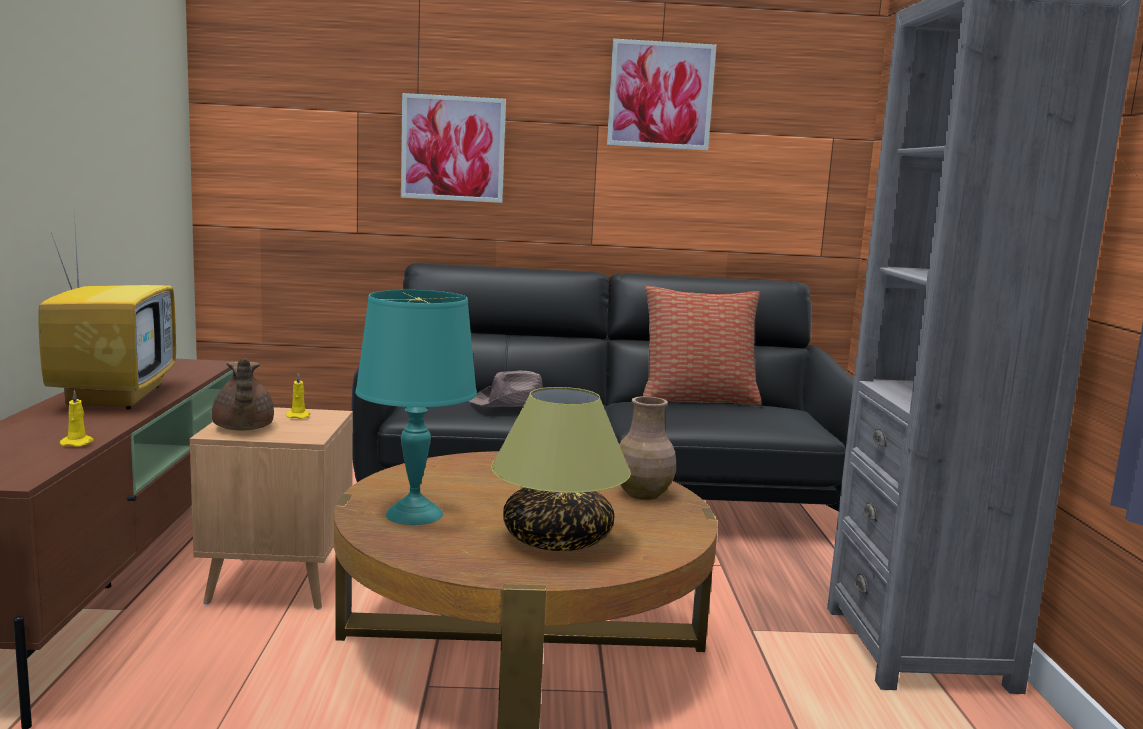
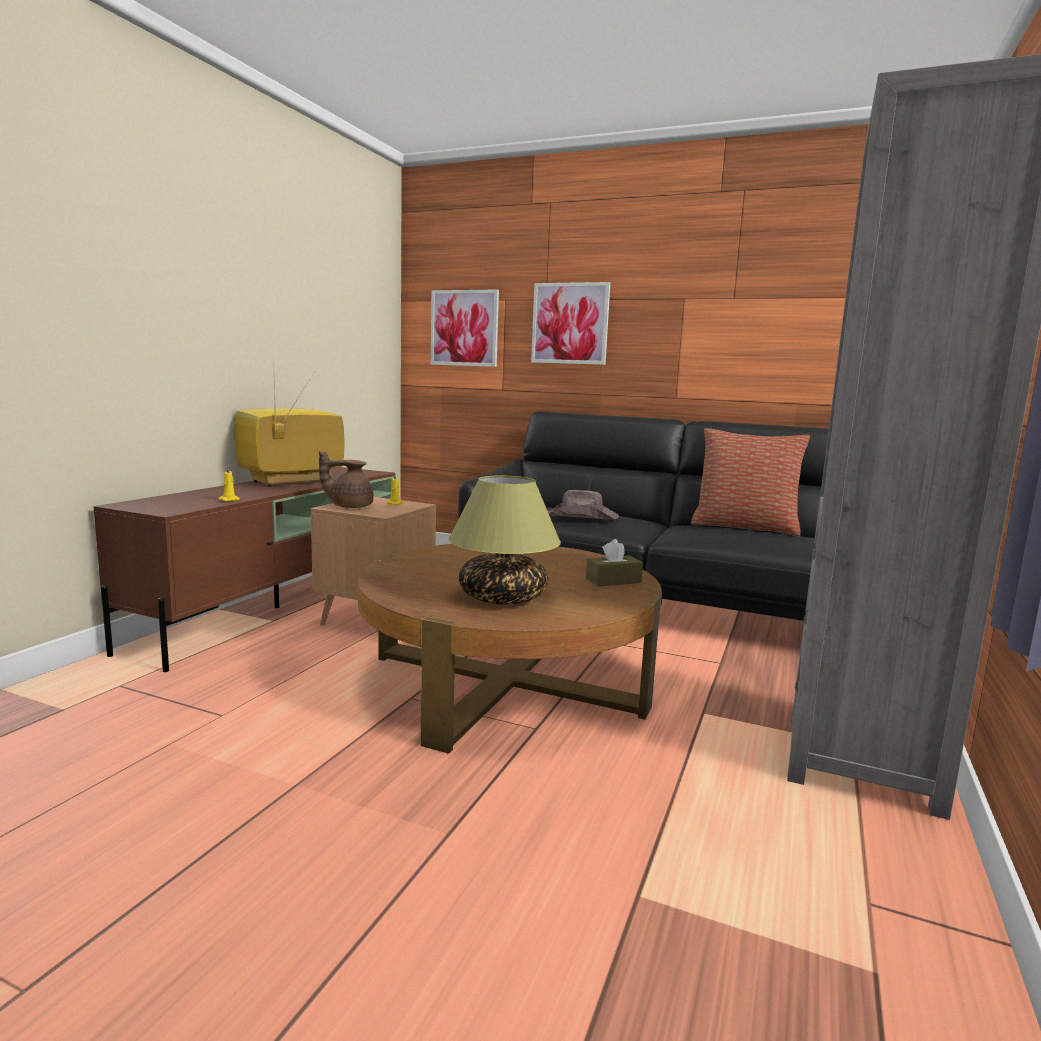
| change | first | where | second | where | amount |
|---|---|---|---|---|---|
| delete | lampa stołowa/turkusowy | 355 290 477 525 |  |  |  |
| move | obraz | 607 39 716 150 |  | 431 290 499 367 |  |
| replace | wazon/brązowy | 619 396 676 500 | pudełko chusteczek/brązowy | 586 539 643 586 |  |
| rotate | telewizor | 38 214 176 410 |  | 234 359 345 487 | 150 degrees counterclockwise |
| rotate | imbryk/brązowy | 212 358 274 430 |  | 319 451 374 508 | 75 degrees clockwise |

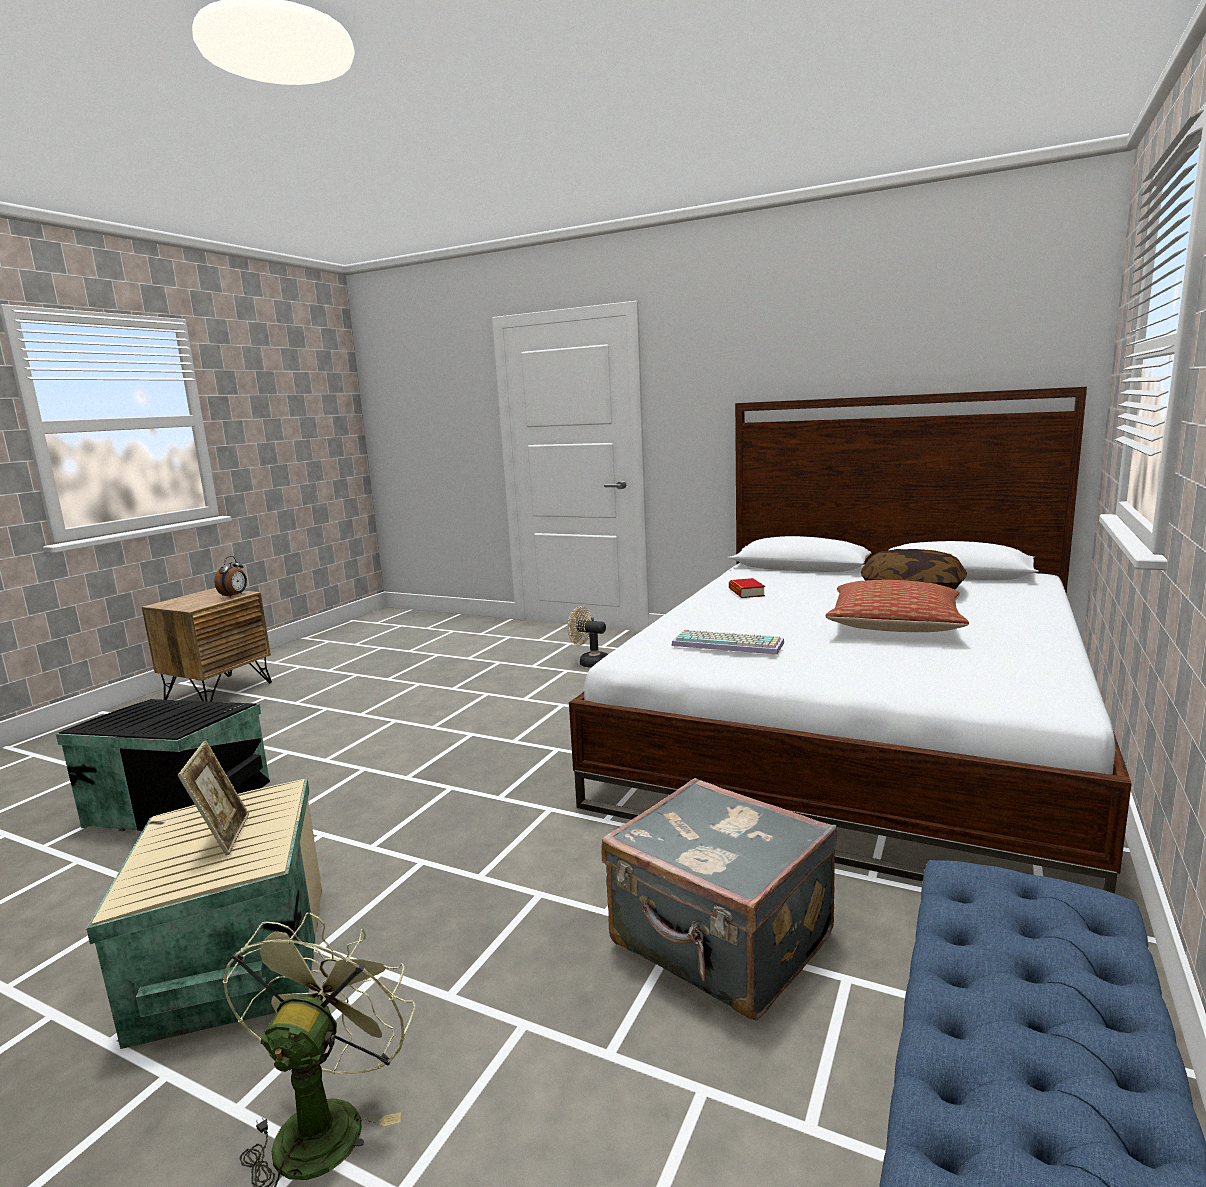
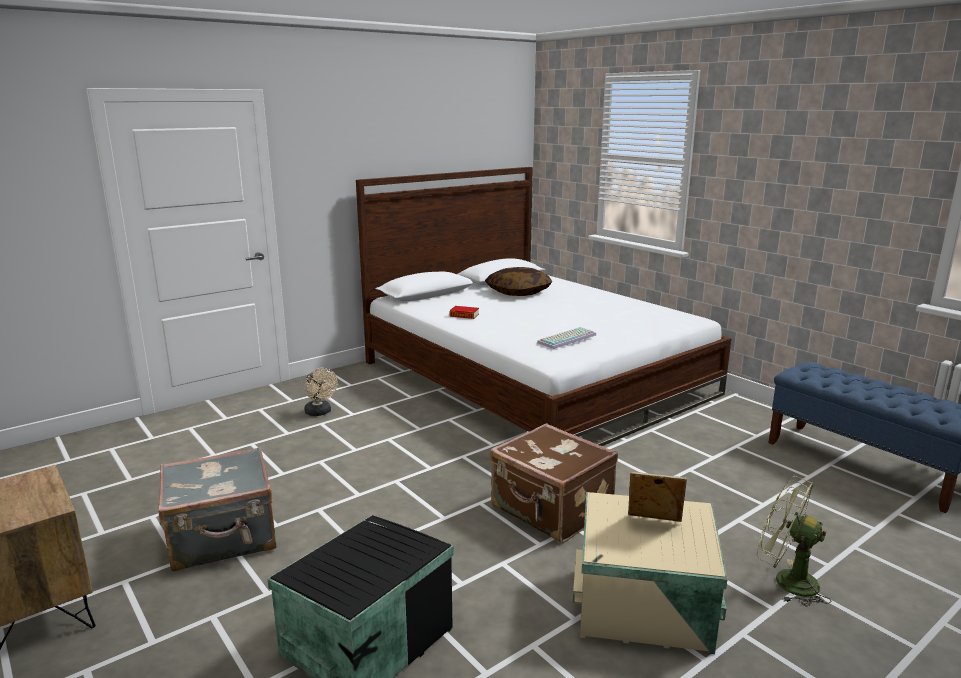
| change | first | where | second | where | amount |
|---|---|---|---|---|---|
| delete | budzik | 214 556 247 598 |  |  |  |
| delete | poduszka | 825 580 969 632 |  |  |  |
| insert |  |  | walizka/brązowy | 490 423 618 543 |  |
| move | walizka/szary | 601 778 838 1020 |  | 158 447 277 572 |  |
| rotate | wentylator/beżowy | 568 606 608 668 |  | 304 368 338 416 | 90 degrees counterclockwise |

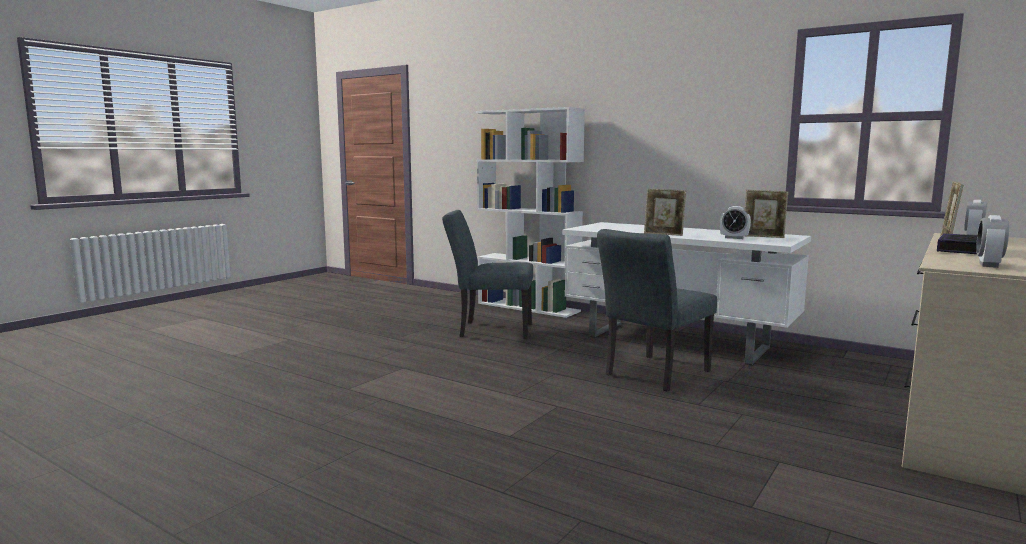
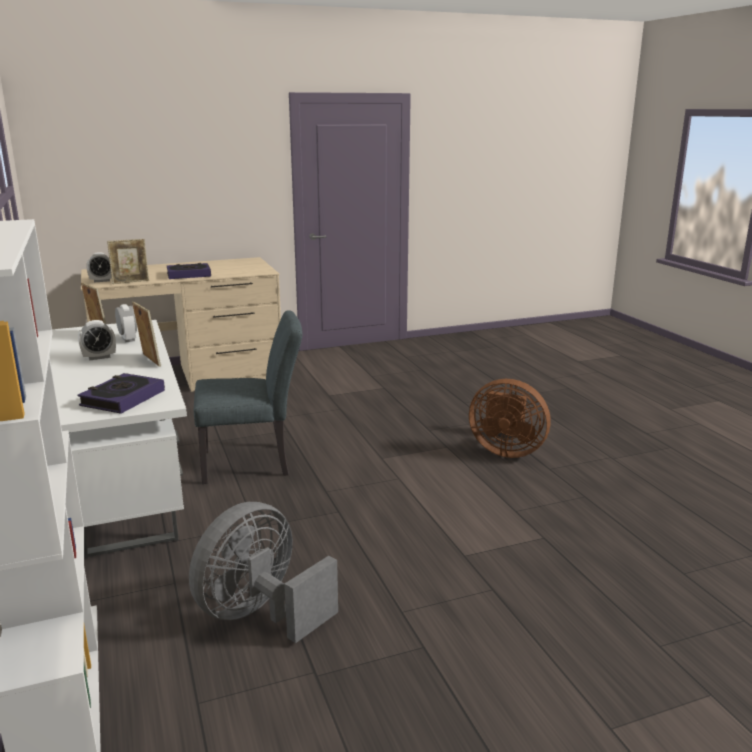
| change | first | where | second | where | amount |
|---|---|---|---|---|---|
| insert |  |  | książka | 78 373 165 414 |  |
| insert |  |  | wentylator/brązowy | 469 379 551 458 |  |
| move | budzik | 976 215 1009 268 |  | 78 320 116 361 |  |
| replace | krzesło/szary | 442 210 533 339 | wentylator/szary | 189 502 338 643 |  |

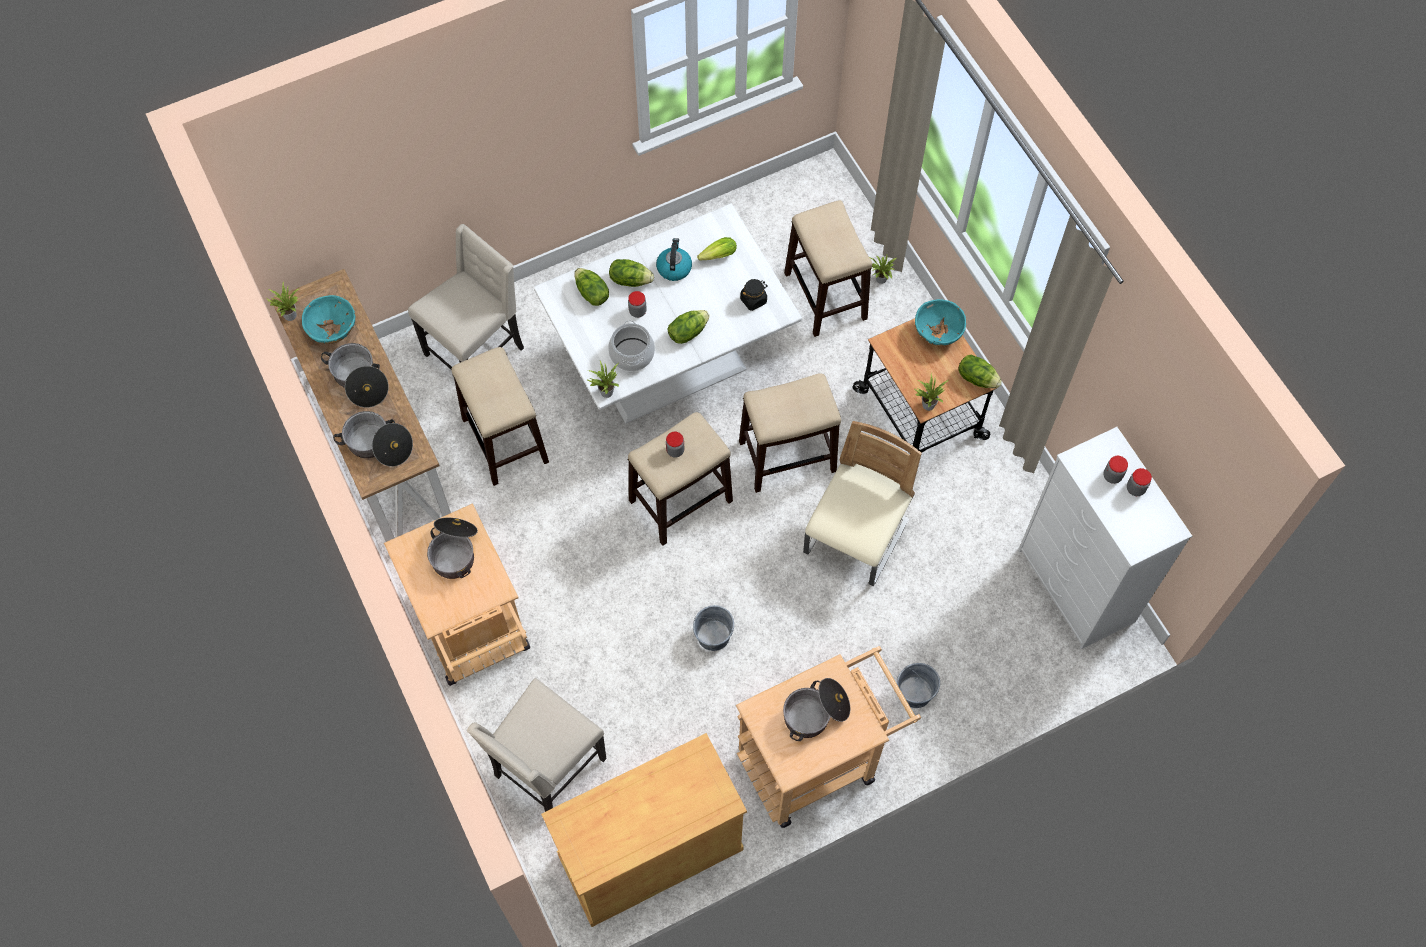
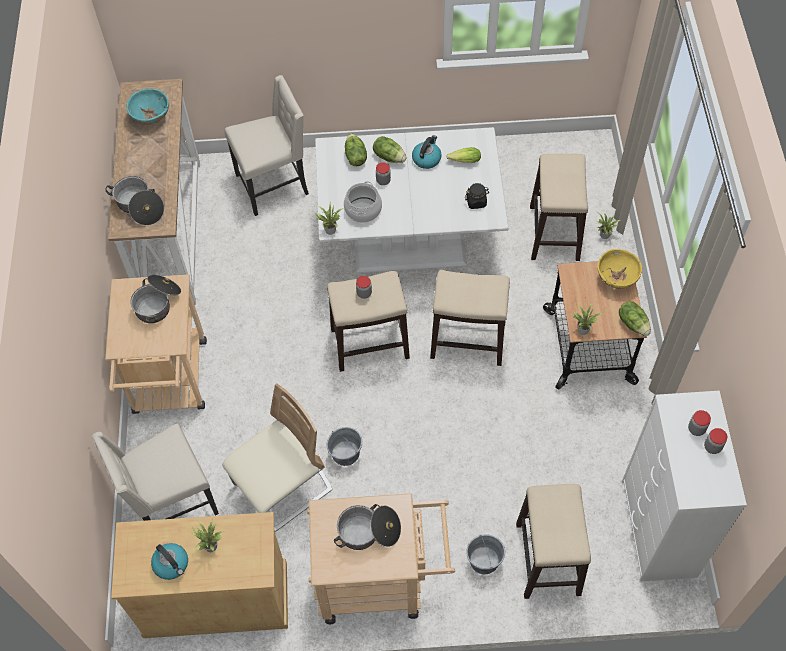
| change | first | where | second | where | amount |
|---|---|---|---|---|---|
| delete | garnek | 321 343 389 408 |  |  |  |
| delete | sałata | 668 310 710 344 |  |  |  |
| insert |  |  | czajnik | 151 543 188 580 |  |
| move | roślina doniczkowa | 266 282 300 321 |  | 192 519 225 552 |  |
| move | stołek | 451 347 549 486 |  | 516 484 591 599 |  |
| move | krzesło/beżowy | 803 421 922 586 |  | 222 383 333 532 |  |
| recolor | miska/turkusowy | 915 299 966 346 | miska/żółty | 597 249 642 288 |  |

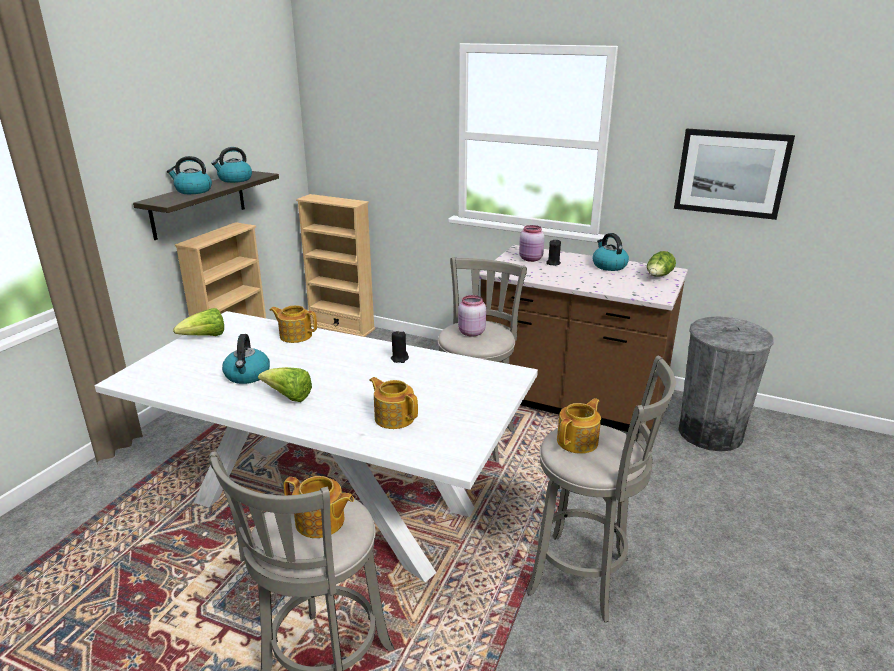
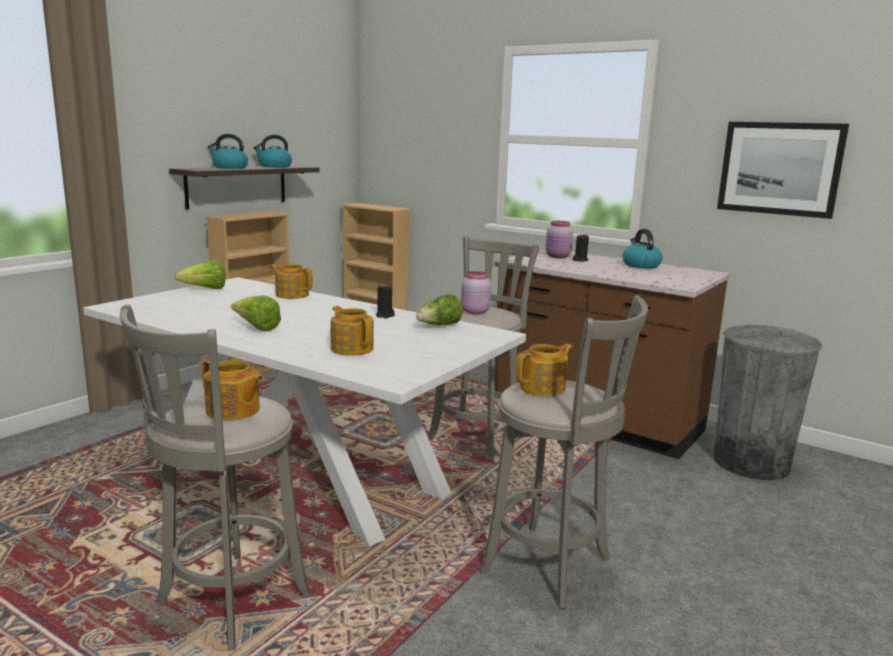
| change | first | where | second | where | amount |
|---|---|---|---|---|---|
| delete | czajnik | 222 334 270 384 |  |  |  |
| move | sałata | 647 251 676 276 |  | 416 294 463 325 |  |

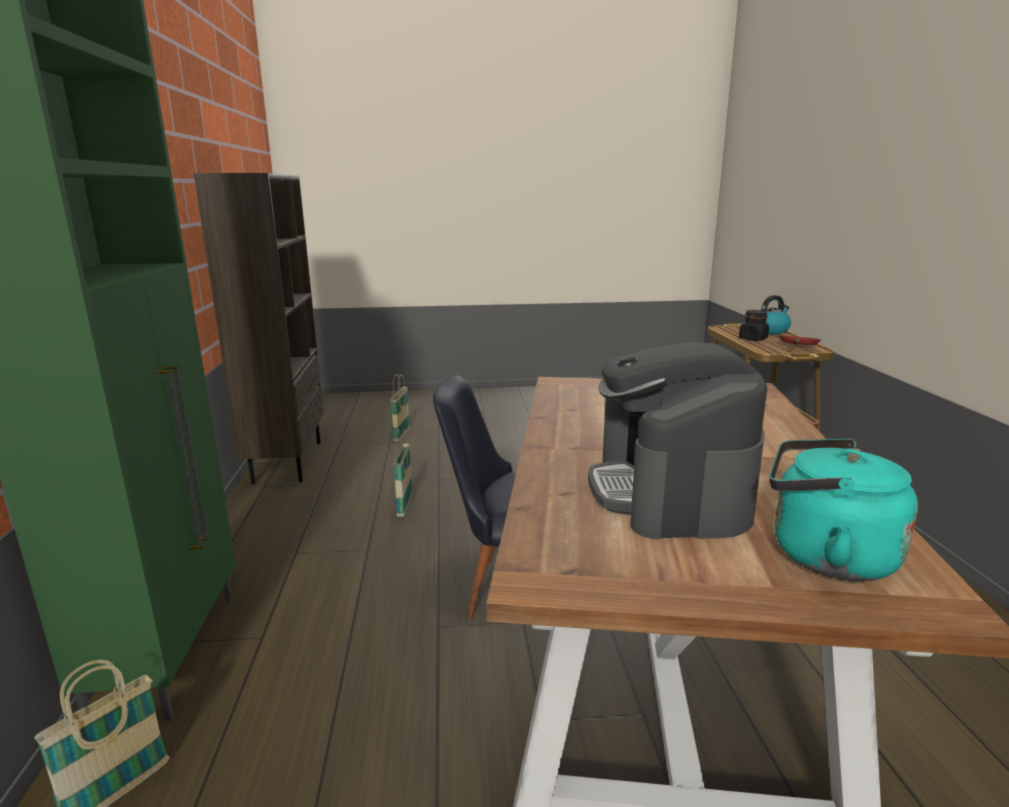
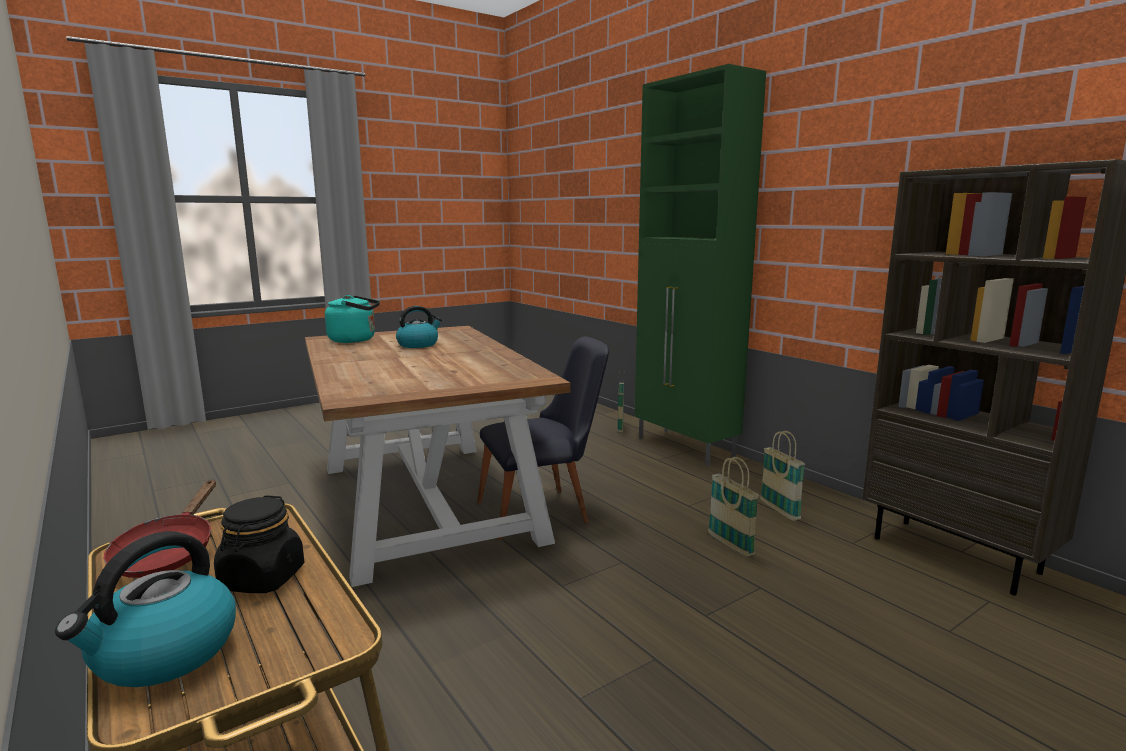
| change | first | where | second | where | amount |
|---|---|---|---|---|---|
| move | koszyk | 390 374 410 441 |  | 760 431 805 521 |  |
| replace | ekspres do kawy | 588 342 768 539 | czajnik | 396 306 442 348 |  |

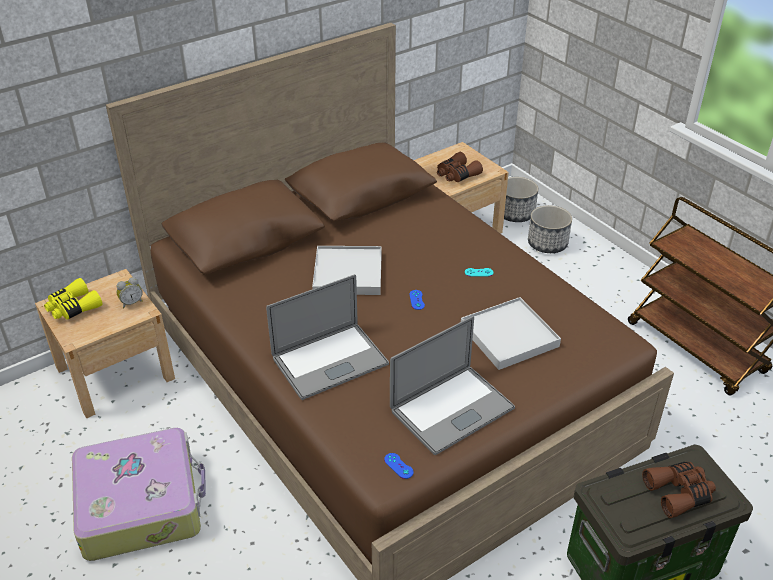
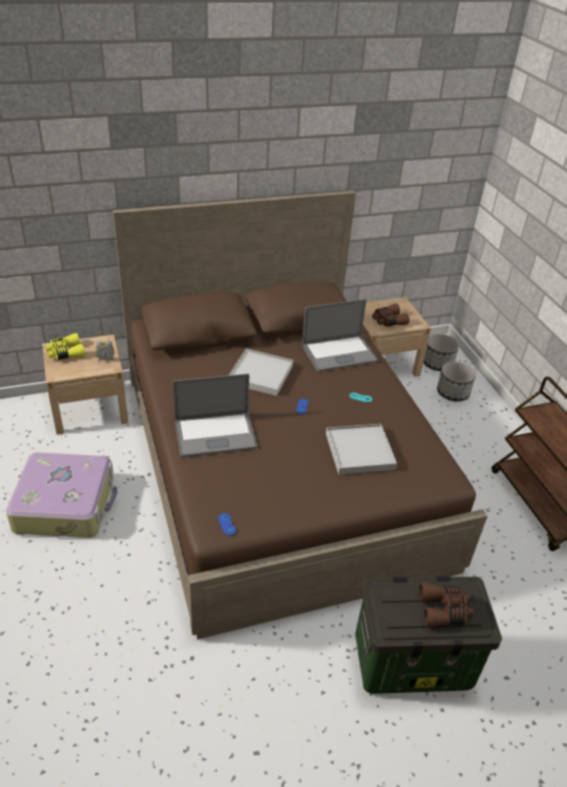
| change | first | where | second | where | amount |
|---|---|---|---|---|---|
| move | laptop | 390 316 515 455 |  | 302 299 378 372 |  |

